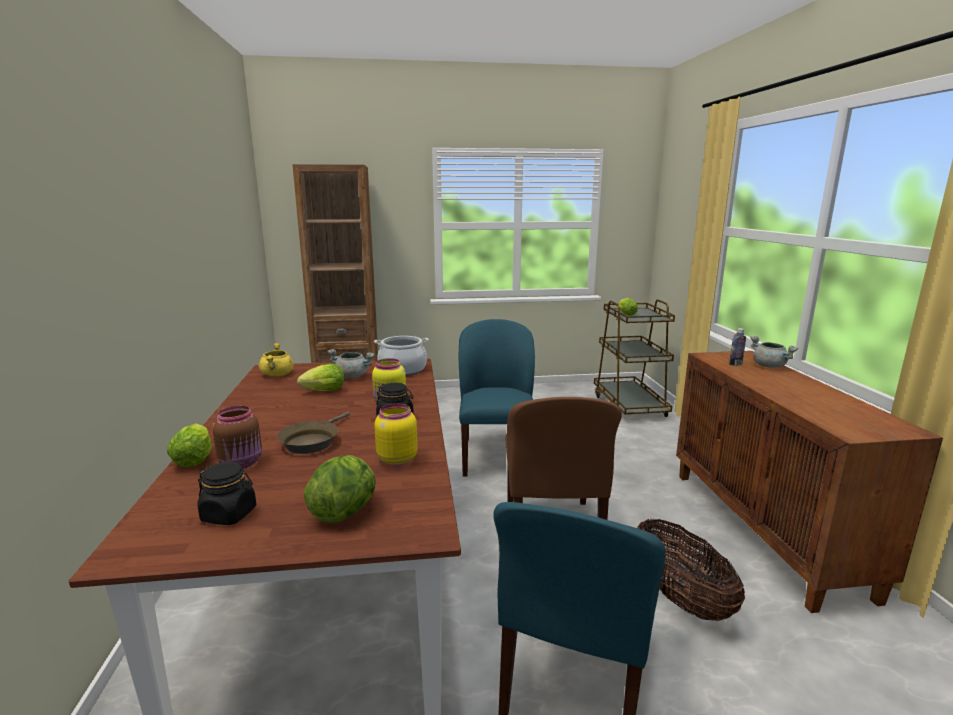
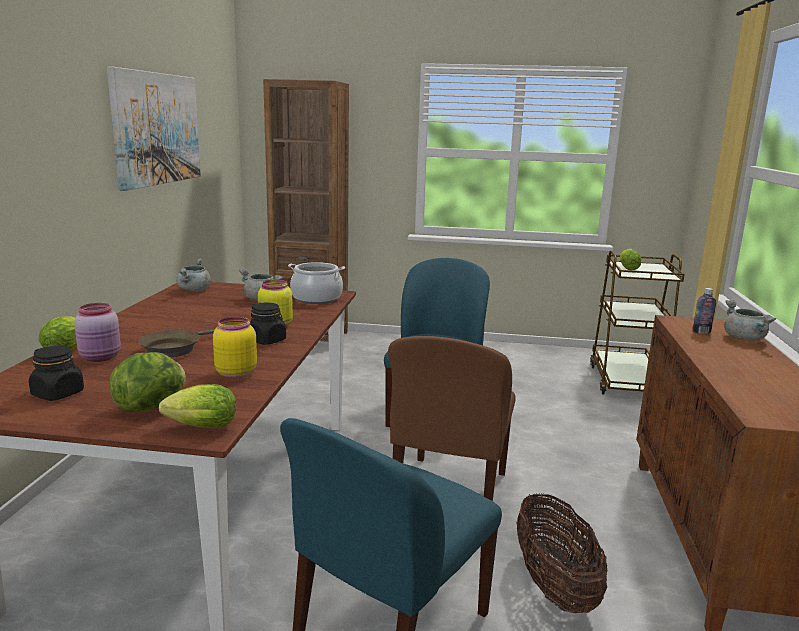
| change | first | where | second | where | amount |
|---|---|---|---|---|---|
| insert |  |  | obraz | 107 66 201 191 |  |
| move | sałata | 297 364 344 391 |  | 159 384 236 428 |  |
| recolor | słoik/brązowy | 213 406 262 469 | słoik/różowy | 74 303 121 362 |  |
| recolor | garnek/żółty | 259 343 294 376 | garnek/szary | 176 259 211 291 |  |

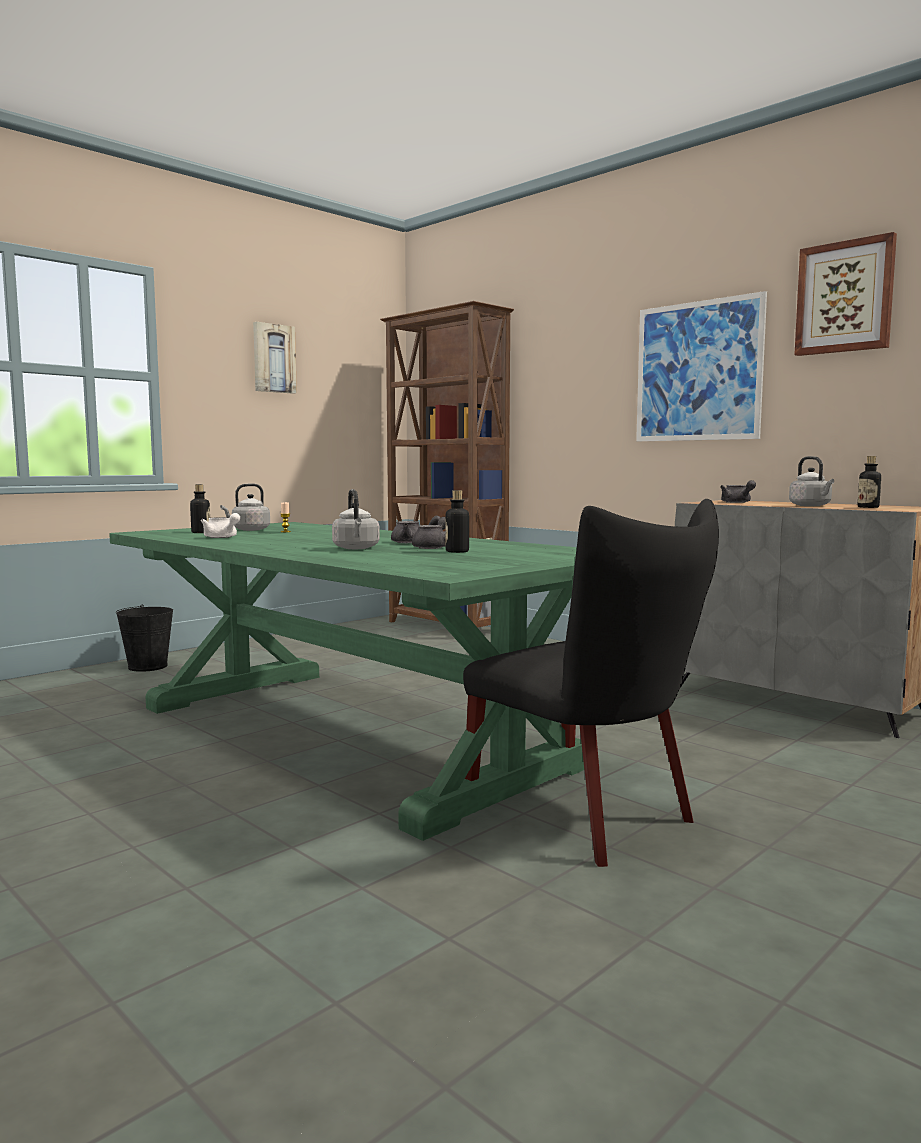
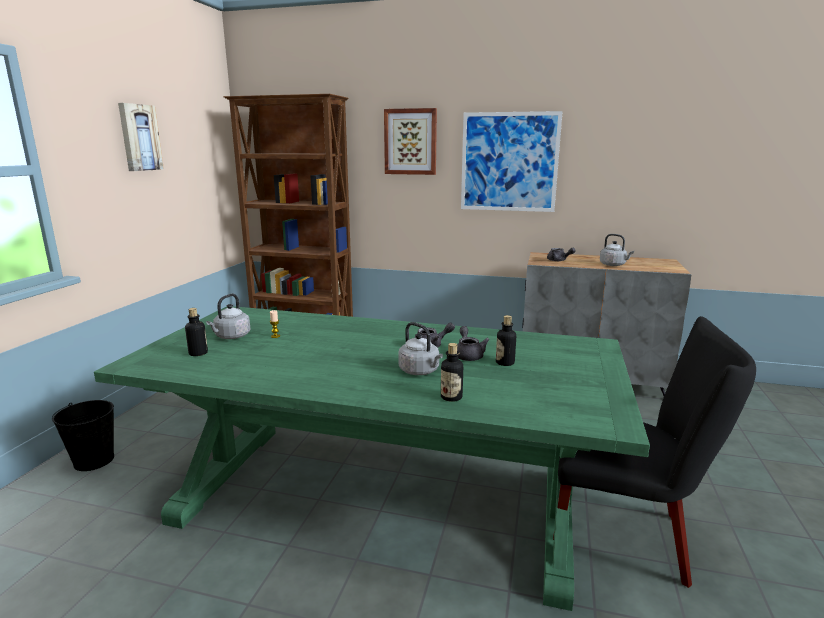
| change | first | where | second | where | amount |
|---|---|---|---|---|---|
| delete | imbryk/biały | 201 513 240 538 |  |  |  |
| move | obraz | 794 232 897 356 |  | 384 108 437 175 |  |
| move | butelka | 858 456 881 508 |  | 441 343 463 402 |  |

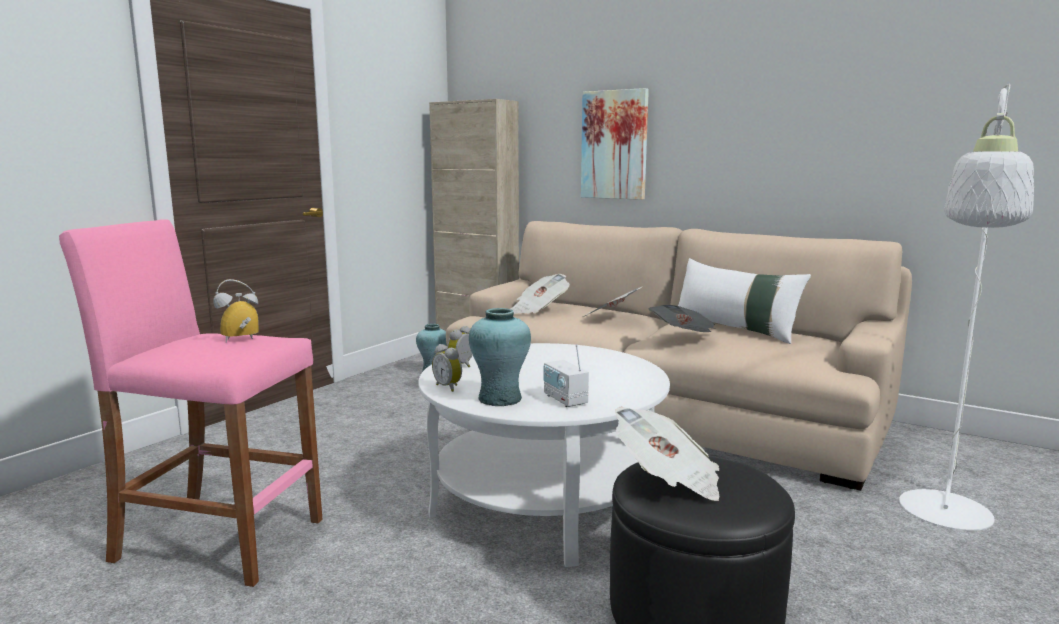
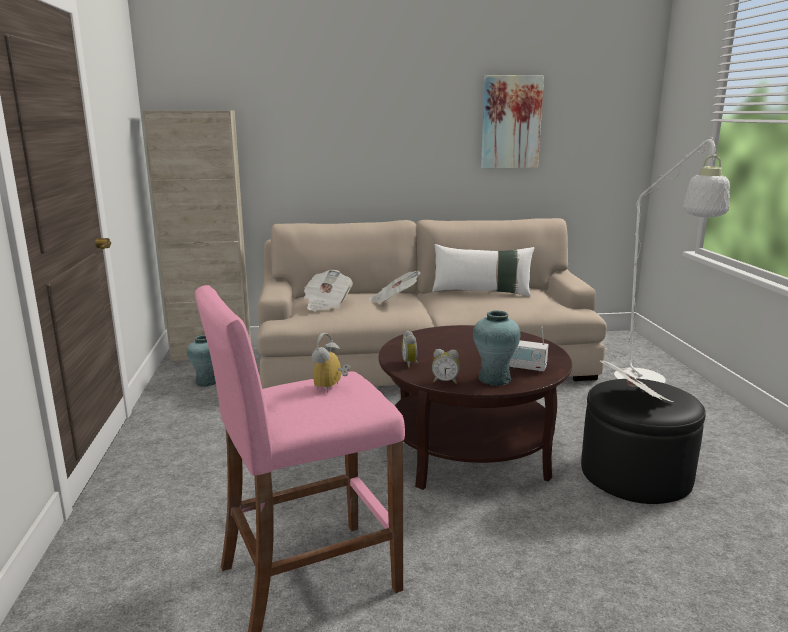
| change | first | where | second | where | amount |
|---|---|---|---|---|---|
| delete | gazeta | 649 305 715 332 |  |  |  |
| move | obraz | 581 88 649 200 |  | 481 75 544 168 |  |
| recolor | ława/biały | 418 343 670 567 | ława/brązowy | 379 325 572 490 |  |

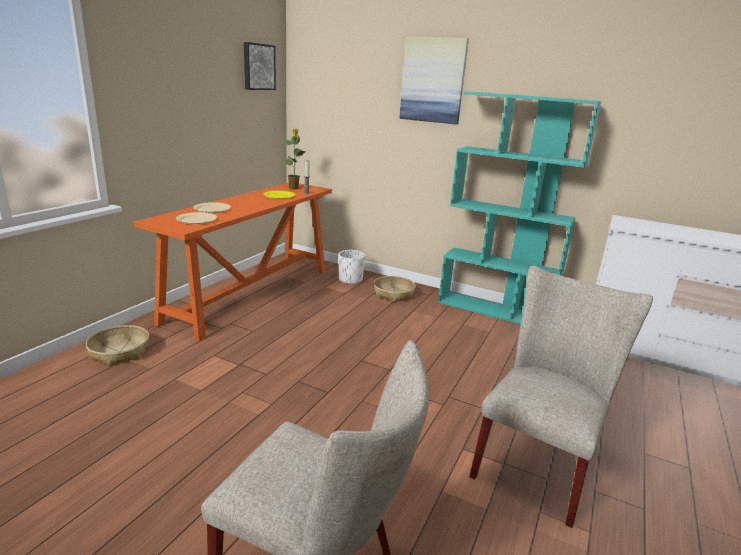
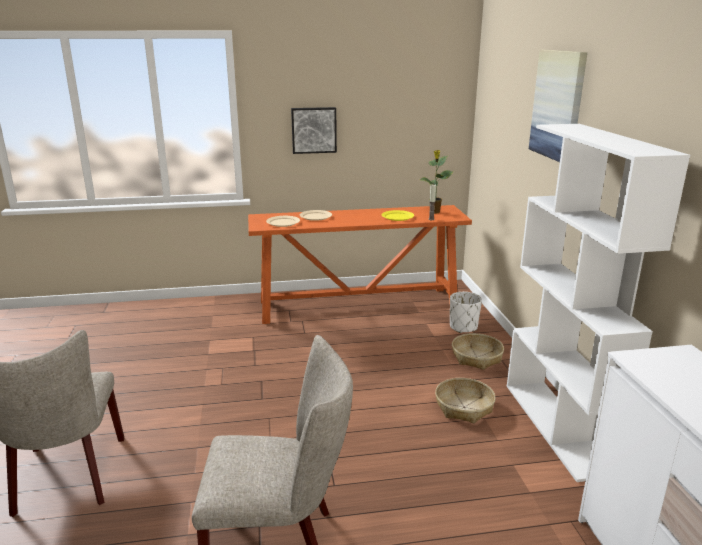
| change | first | where | second | where | amount |
|---|---|---|---|---|---|
| move | koszyk | 86 325 149 366 |  | 435 378 496 423 |  |
| move | obraz | 244 42 276 90 |  | 291 107 337 154 |  |
| recolor | regał/turkusowy | 438 92 602 324 | regał/biały | 507 124 690 482 |  |

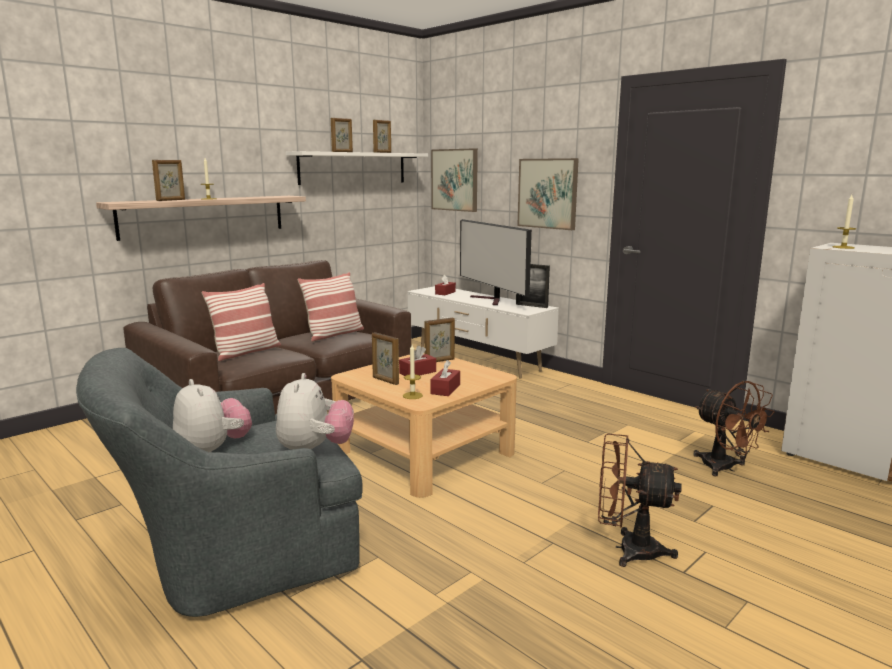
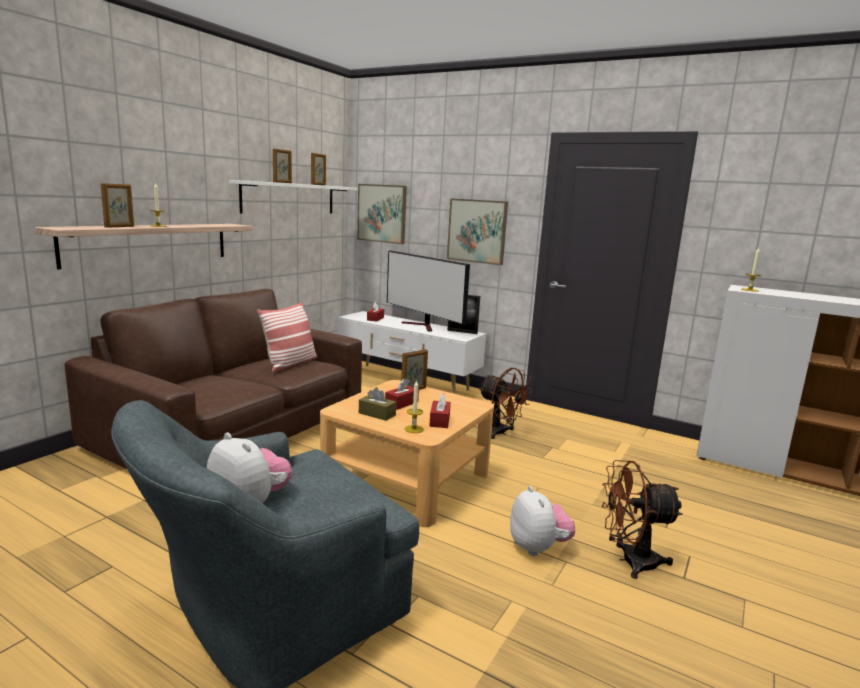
| change | first | where | second | where | amount |
|---|---|---|---|---|---|
| delete | poduszka | 202 283 281 361 |  |  |  |
| move | pluszak | 276 373 354 450 |  | 510 486 575 556 |  |
| move | wentylator/brązowy | 693 380 774 476 |  | 479 368 533 439 |  |
| replace | ramka na zdjęcie | 372 332 399 385 | pudełko chusteczek/brązowy | 359 387 396 421 |  |

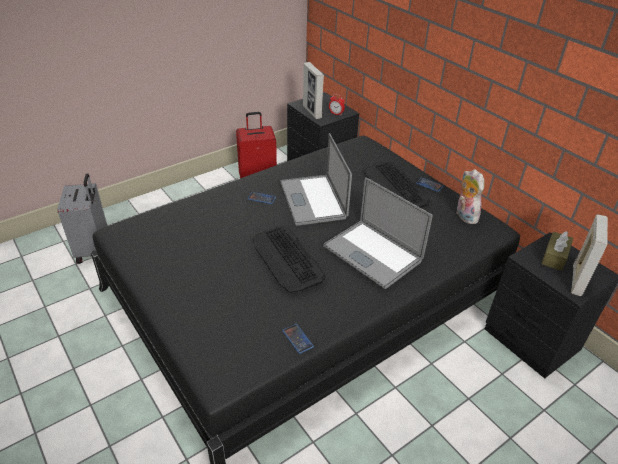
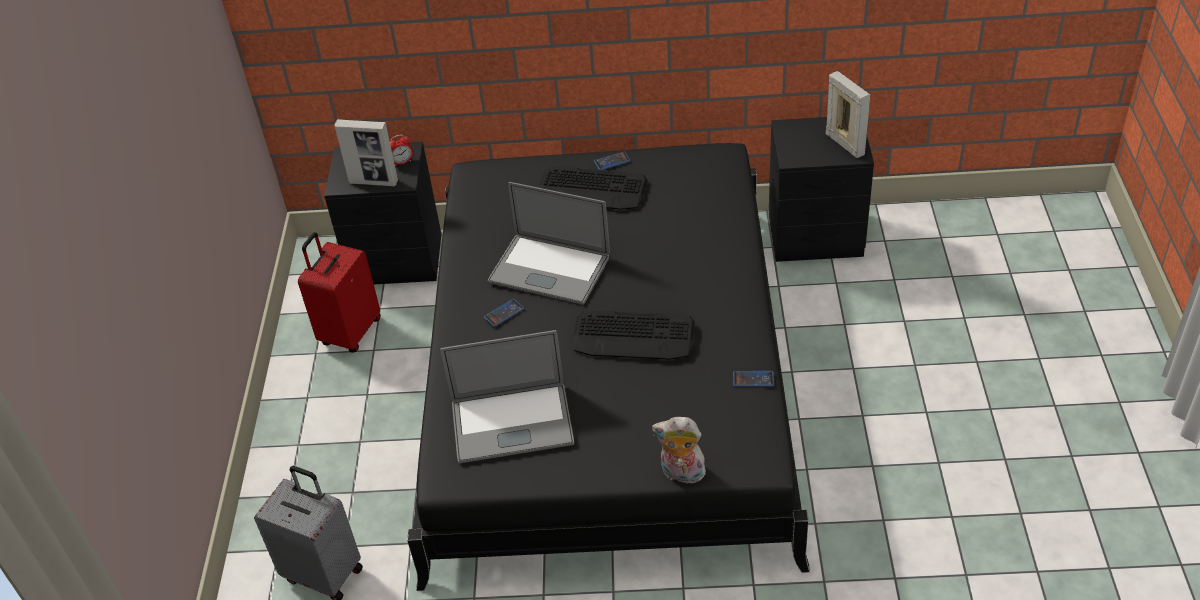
| change | first | where | second | where | amount |
|---|---|---|---|---|---|
| delete | pudełko chusteczek/brązowy | 541 231 573 271 |  |  |  |
| move | laptop | 323 177 433 289 |  | 441 330 574 463 |  |
| move | pluszak | 457 169 485 224 |  | 652 417 708 484 |  |

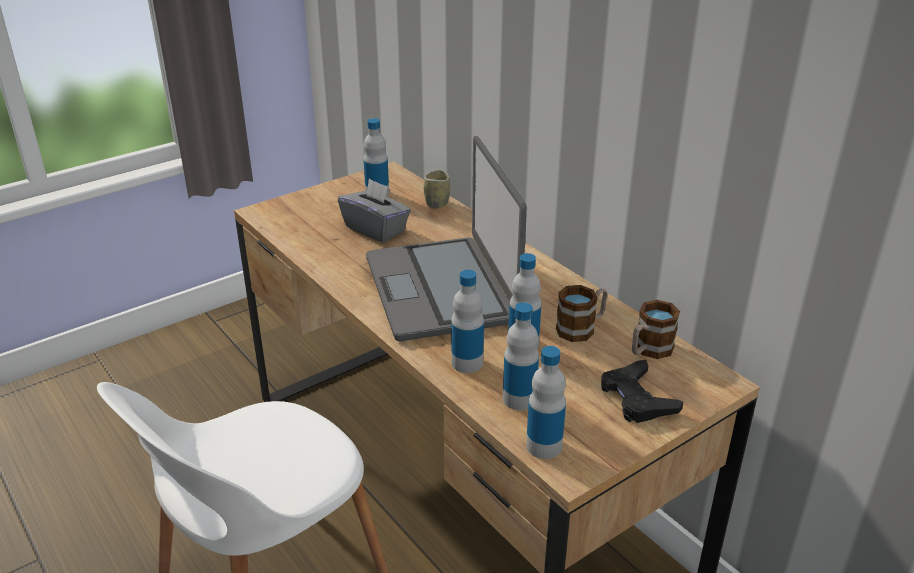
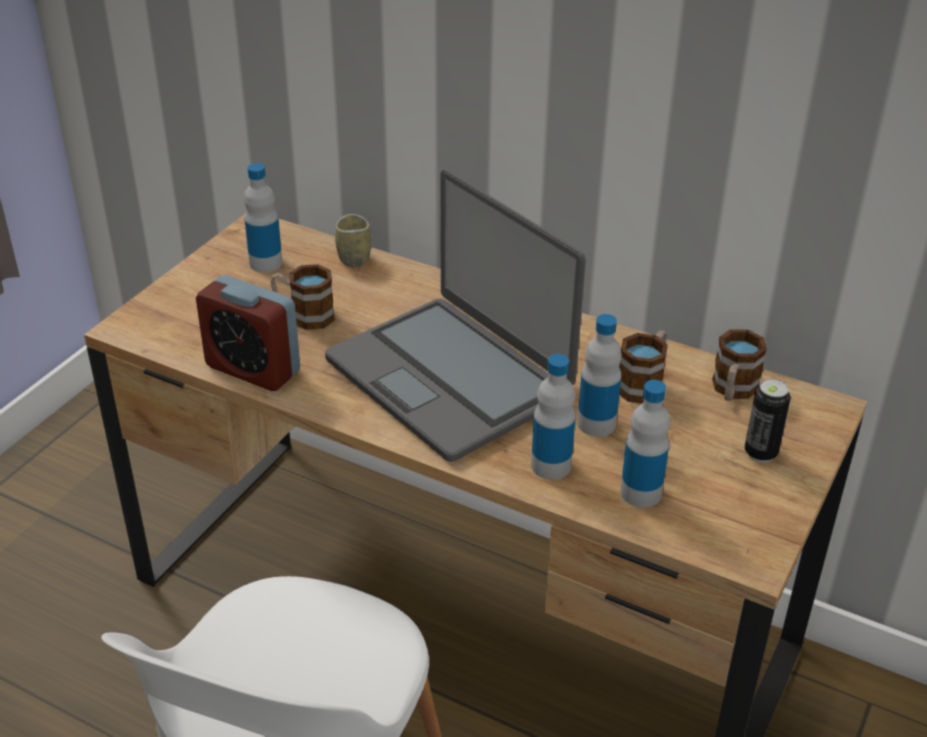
| change | first | where | second | where | amount |
|---|---|---|---|---|---|
| delete | butelka | 526 346 566 459 |  |  |  |
| insert |  |  | budzik | 196 275 300 391 |  |
| replace | pudełko chusteczek/szary | 338 178 411 243 | kubek | 271 264 335 330 |  |
| replace | pad do gier/czarny | 601 360 683 423 | puszka | 745 379 791 462 |  |

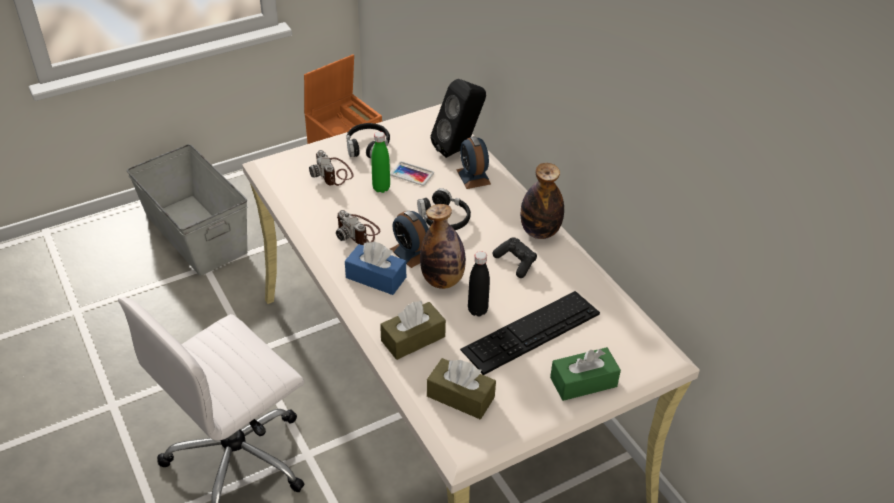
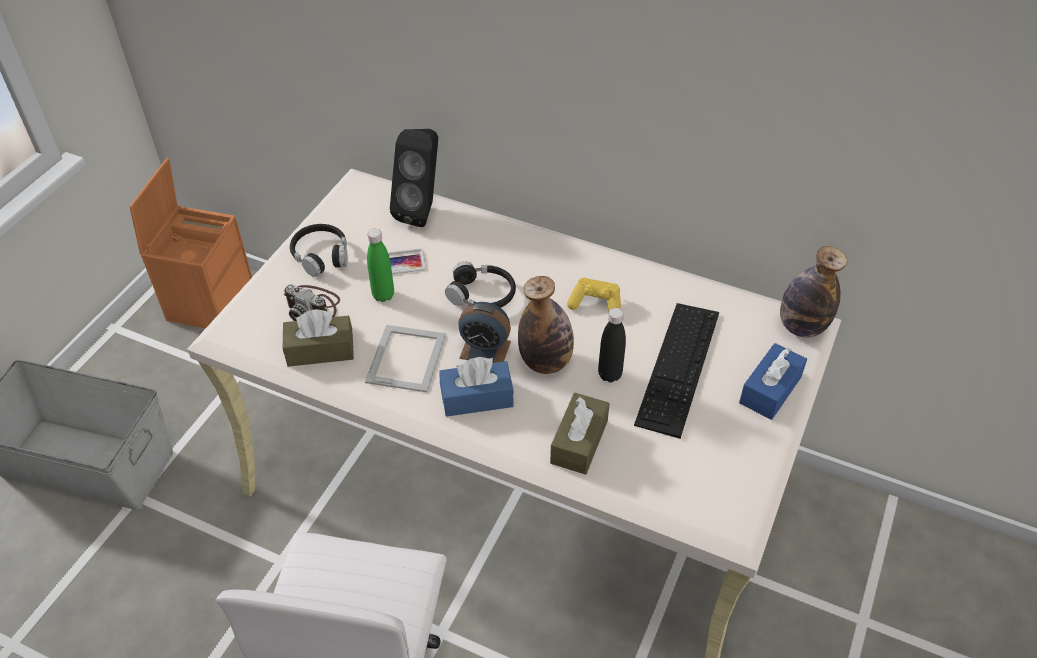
| change | first | where | second | where | amount |
|---|---|---|---|---|---|
| delete | budzik | 456 136 491 189 |  |  |  |
| move | pudełko chusteczek/brązowy | 427 358 496 419 |  | 283 309 354 367 |  |
| move | butelka | 520 163 564 239 |  | 780 246 847 338 |  |
| replace | aparat fotograficzny | 336 210 380 245 | ramka na zdjęcie | 365 325 446 392 |  |
| recolor | pad do gier/czarny | 493 237 537 278 | pad do gier/żółty | 567 278 621 312 |  |
| recolor | pudełko chusteczek/zielony | 550 347 621 401 | pudełko chusteczek/niebieski | 739 343 807 420 |  |

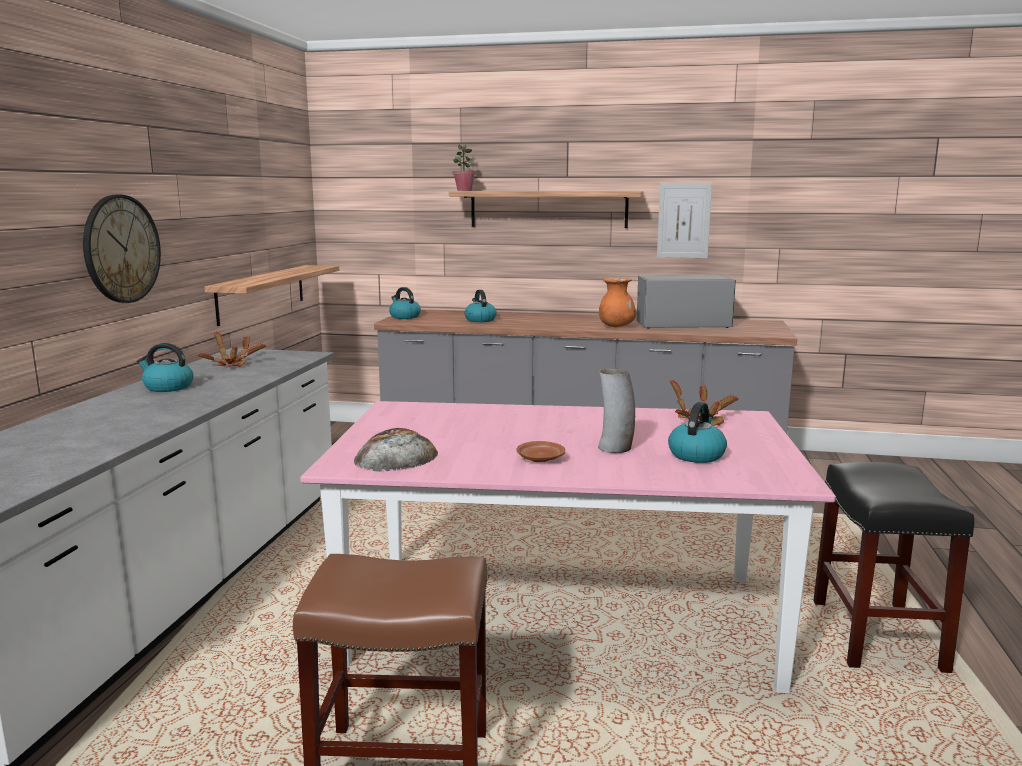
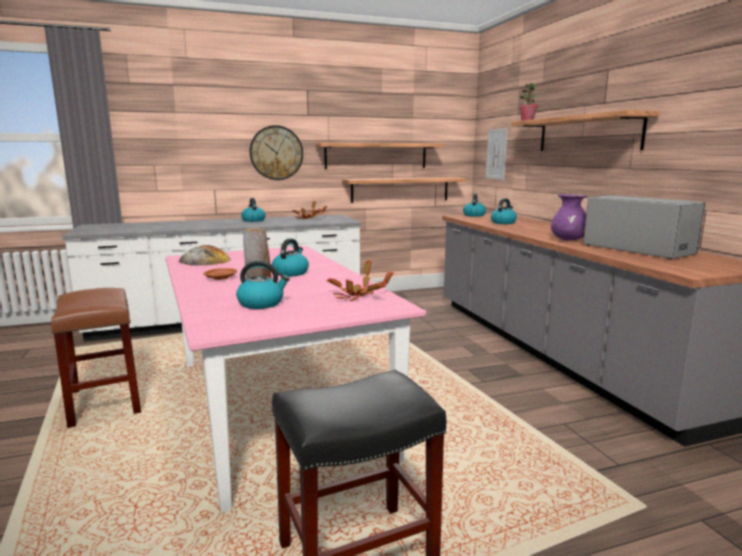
| change | first | where | second | where | amount |
|---|---|---|---|---|---|
| insert |  |  | czajnik | 272 239 309 277 |  |
| insert |  |  | półka | 315 143 444 169 |  |
| move | obraz | 657 183 712 258 |  | 486 128 508 180 |  |
| recolor | wazon/pomarańczowy | 599 278 636 327 | wazon/fioletowy | 551 194 587 240 |  |

